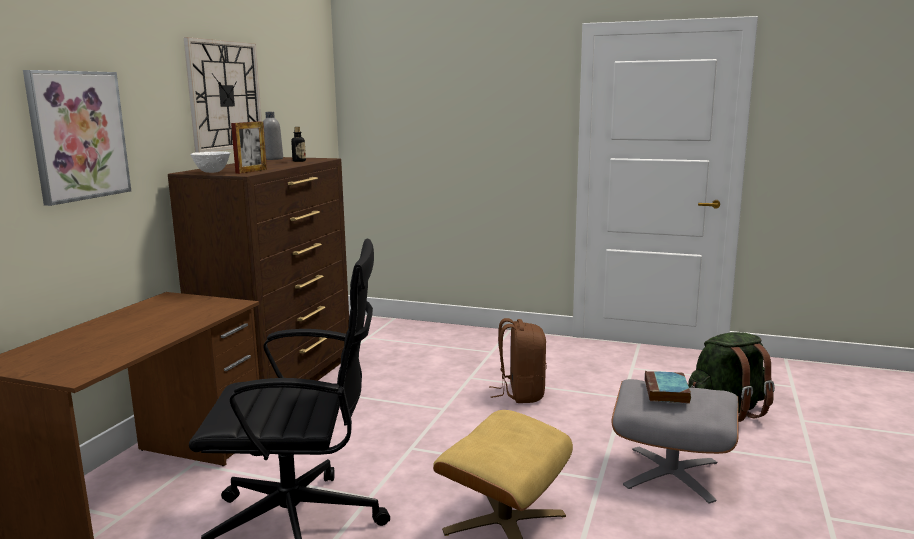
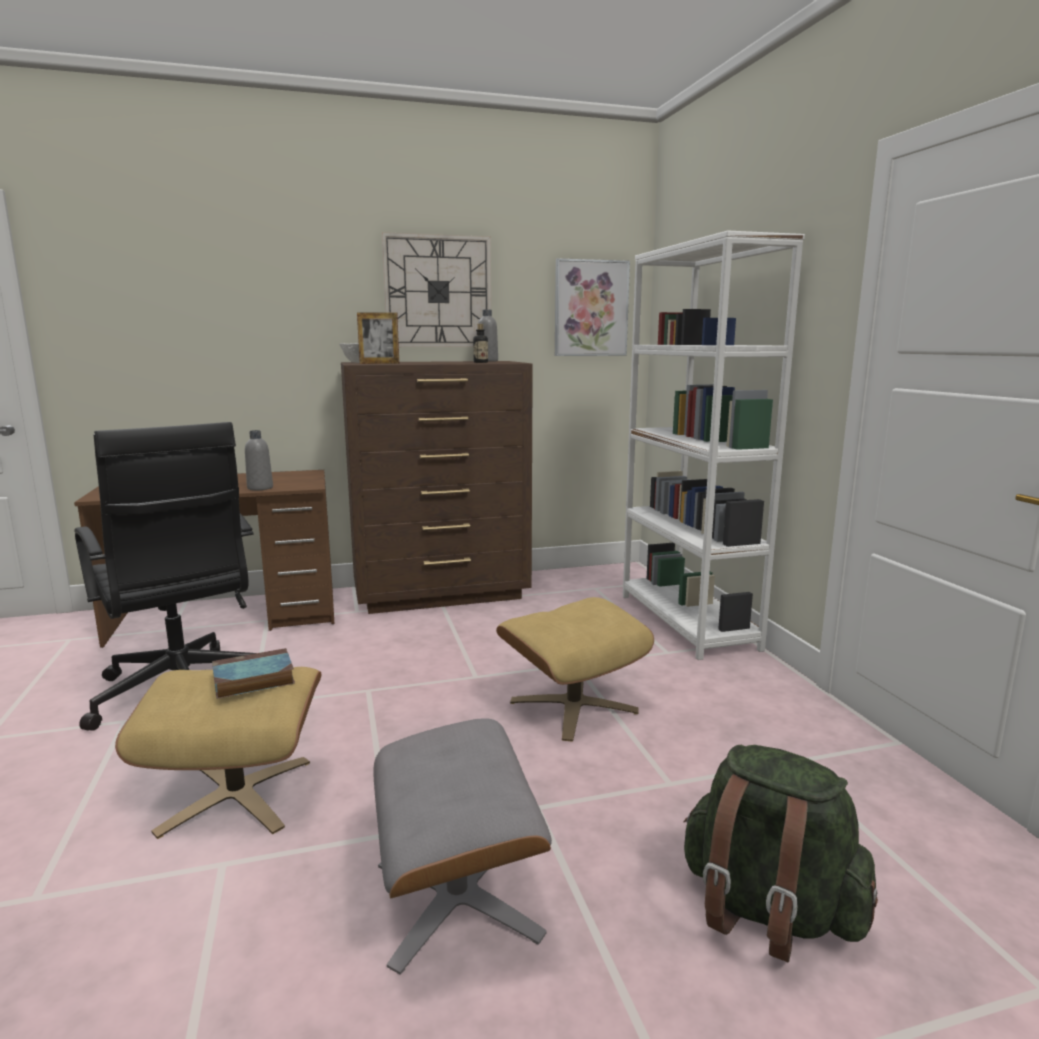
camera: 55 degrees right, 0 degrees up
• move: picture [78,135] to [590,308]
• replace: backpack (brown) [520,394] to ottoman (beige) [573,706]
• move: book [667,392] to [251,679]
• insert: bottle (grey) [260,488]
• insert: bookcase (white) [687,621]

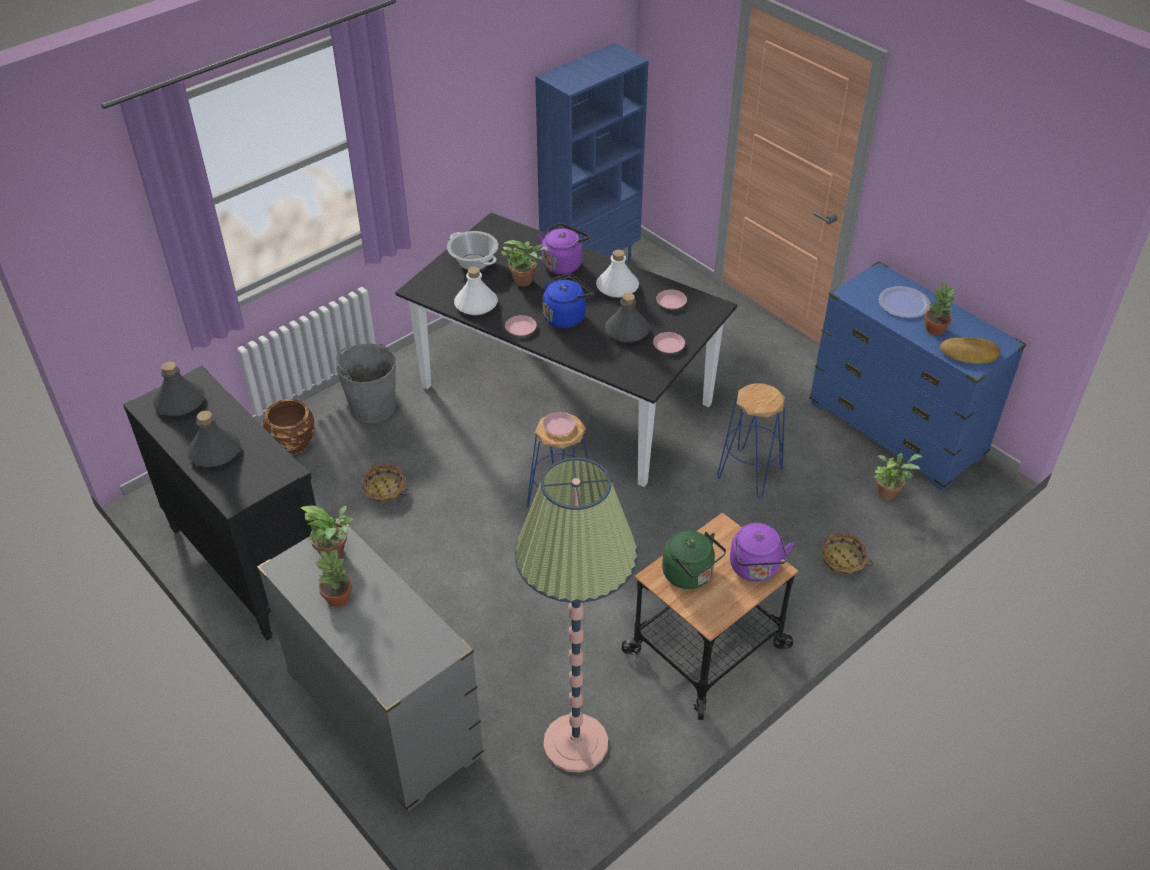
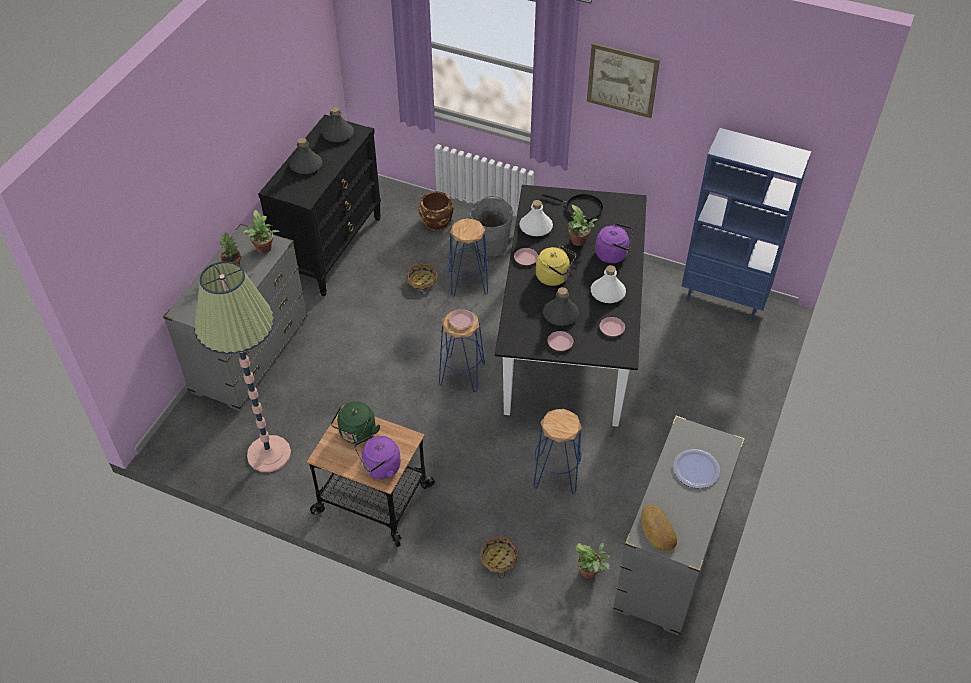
camera: 65 degrees right, 5 degrees up
• replace: cooking pot [474,262] to frying pan (black) [581,208]
• recolor: kettle (blue) [566,316] to kettle (yellow) [554,277]
• recolor: dresser (blue) [896,430] to dresser (grey) [668,560]
• delete: potted plant [935,329]
• insert: stool (blue) [468,282]
• insert: picture [622,80]

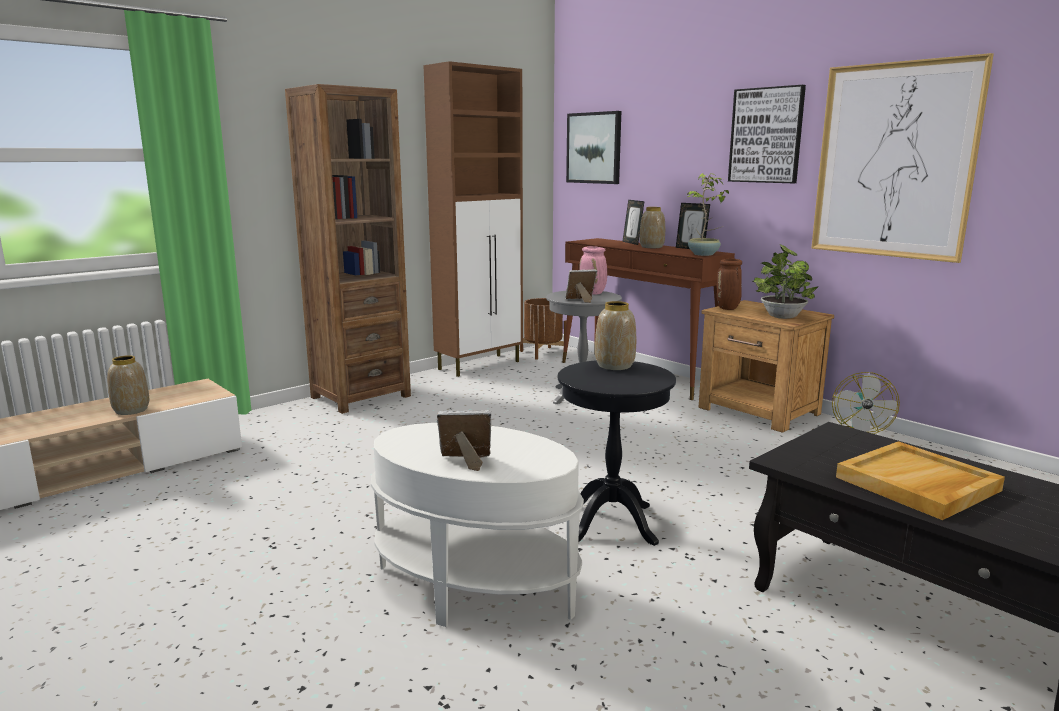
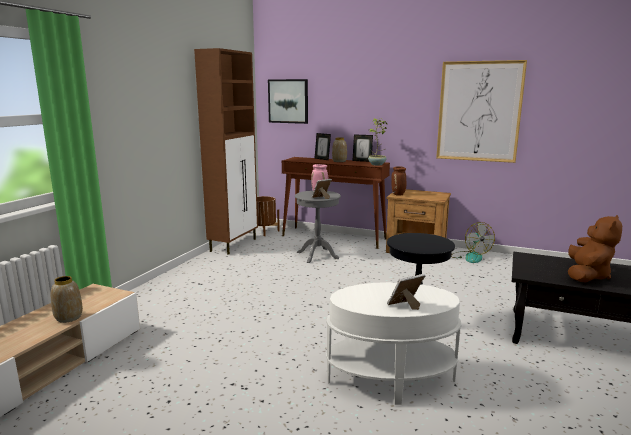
camera: 25 degrees left, 0 degrees up
• delete: bookcase (brown) [360,396]
• delete: vase [614,366]
• delete: picture [766,135]
• delete: potted plant [781,316]
• replace: tray (beige) [917,484] to plush toy (brown) [587,276]

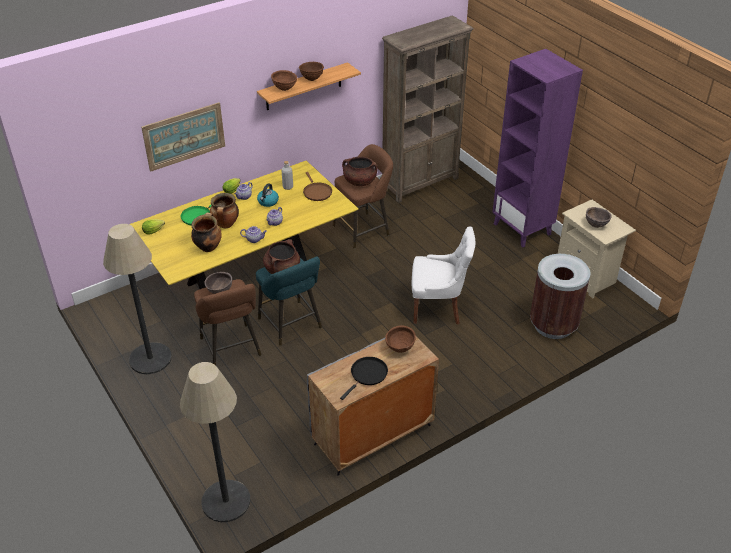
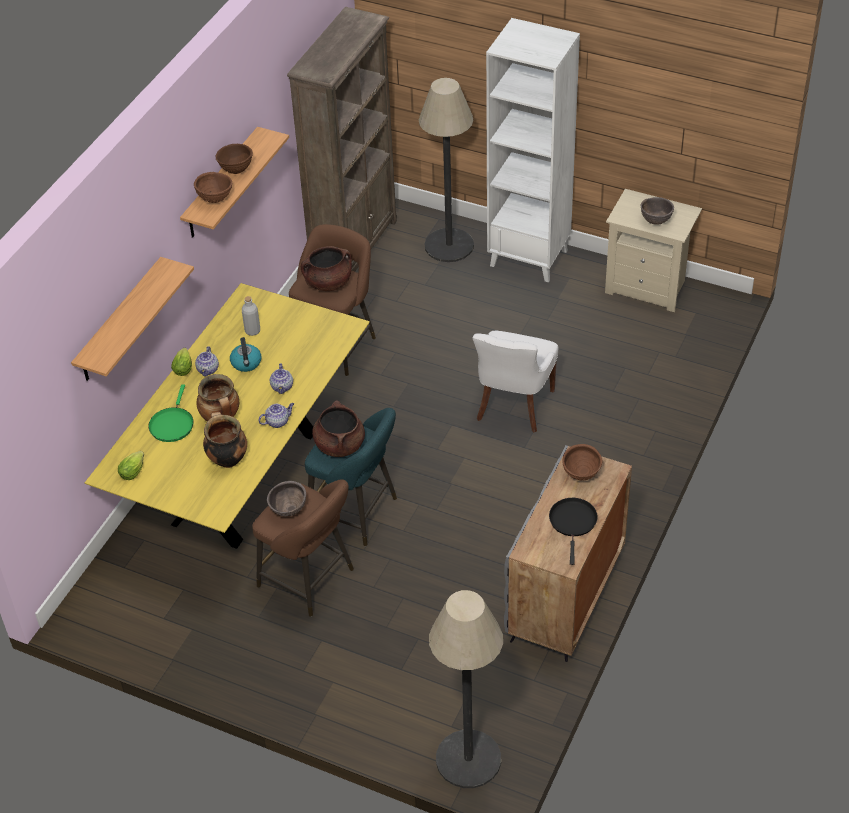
camera: 30 degrees left, 5 degrees up
• move: floor lamp [150,358] to [449,245]
• replace: picture [184,136] to shelf [120,321]
• delete: frying pan (brown) [316,192]
• rotate: chair (white) [438,308] = [513,406] 135 degrees clockwise
• recolor: bookcase (purple) [522,229] to bookcase (white) [529,258]
• delete: trash can (brown) [553,325]

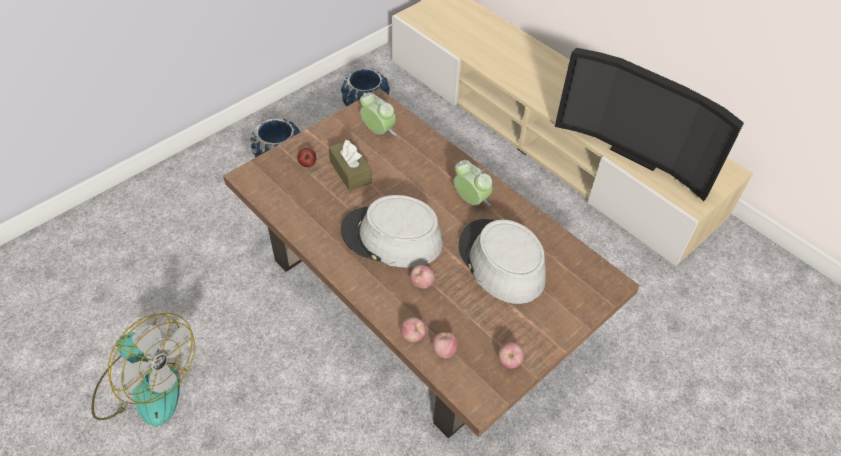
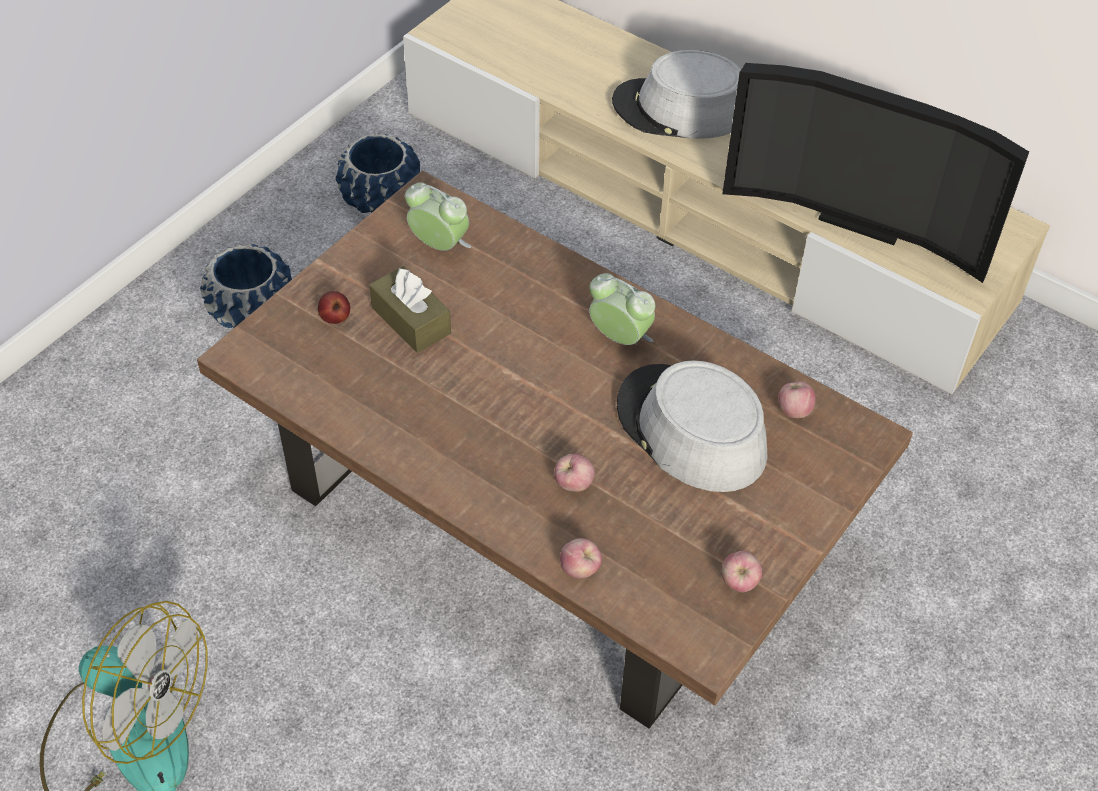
camera: 10 degrees left, 0 degrees up
• move: hat (grey) [391,238] to [679,109]
• move: apple [444,351] to [793,410]

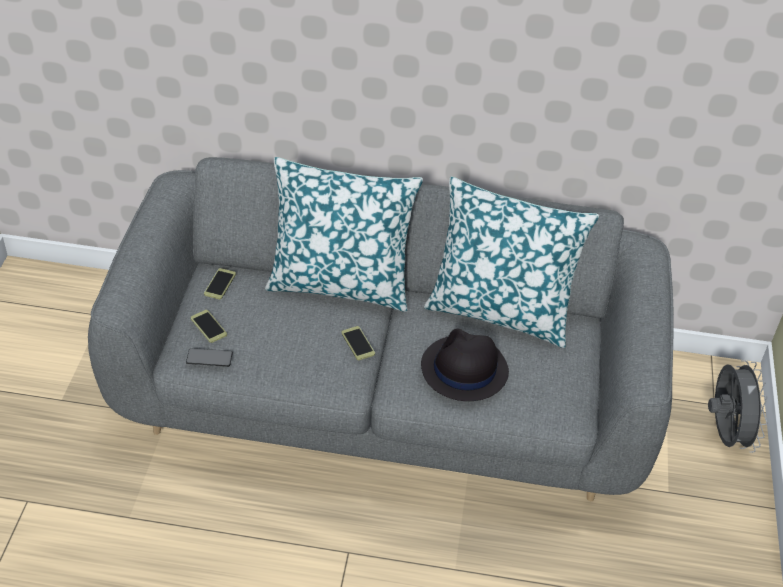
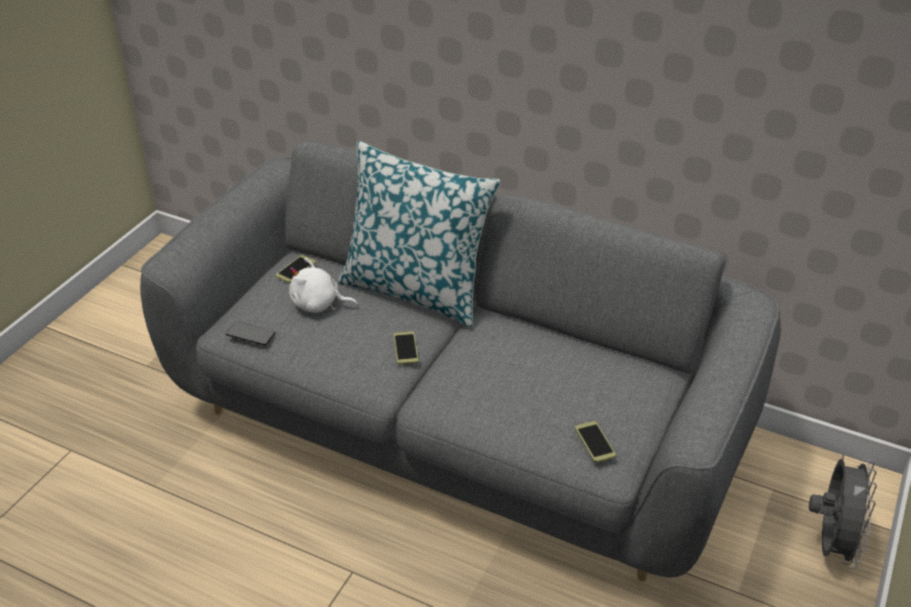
camera: 20 degrees right, 5 degrees down
• move: phone [208,327] to [594,442]
• delete: hat (black) [463,369]
• delete: pillow [500,311]
• insert: plush toy (white) [319,304]

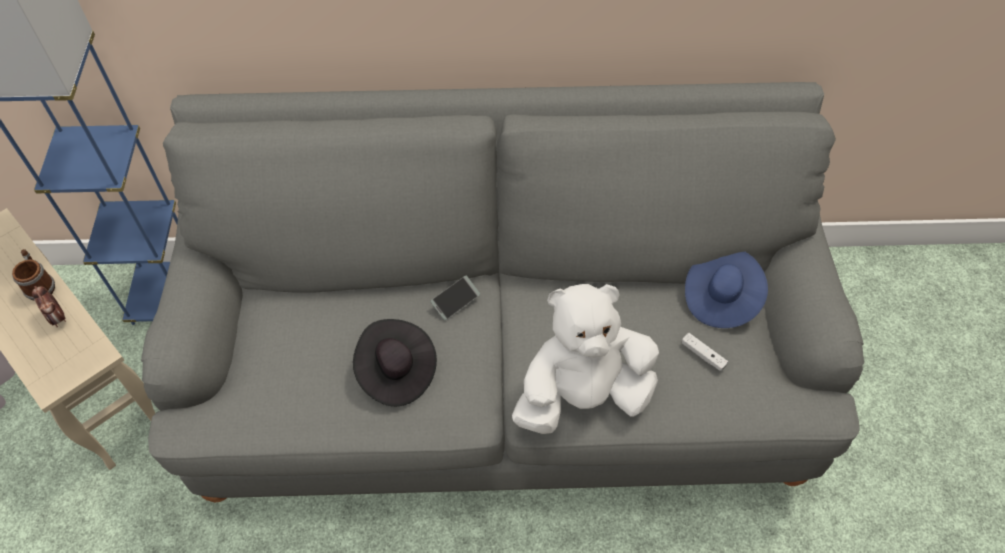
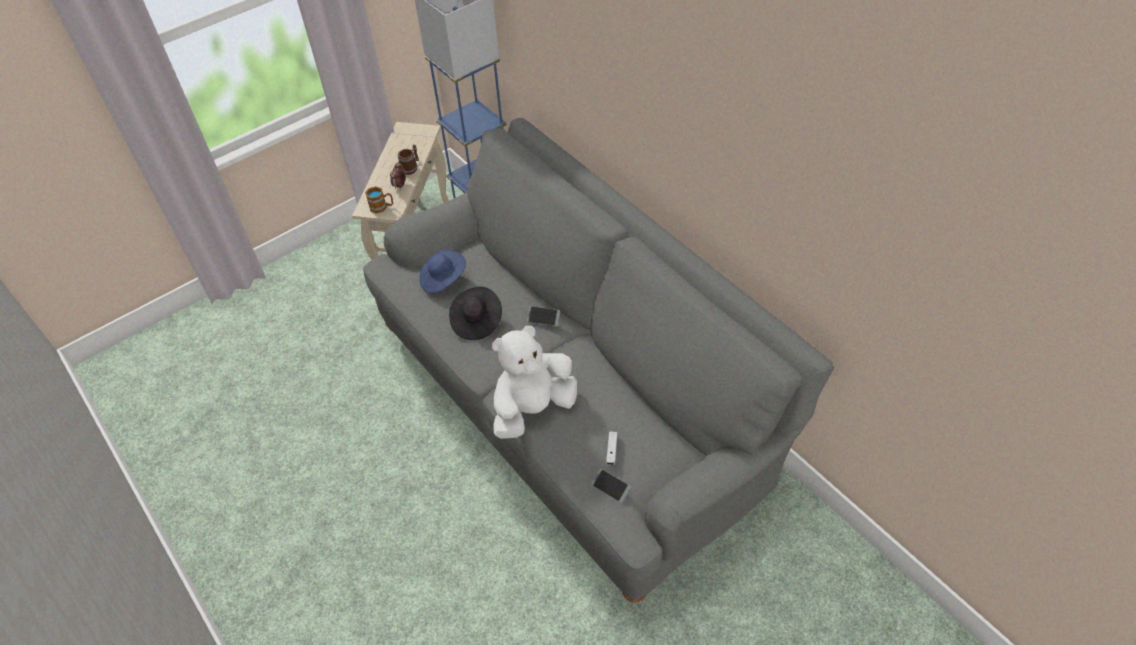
camera: 55 degrees right, 5 degrees down
• rotate: plush toy (white) [582,395] = [533,408] 75 degrees counterclockwise
• move: hat (blue) [720,298] to [443,279]
• insert: mug [382,207]
• insert: phone [610,487]

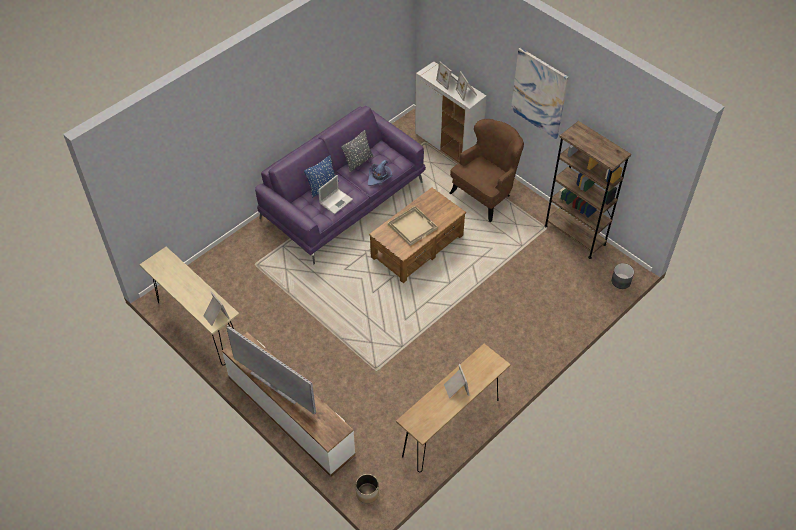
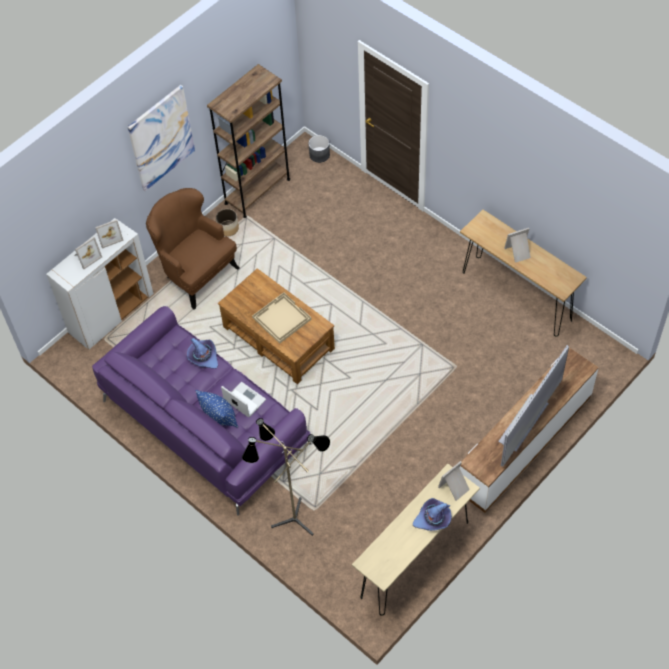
camera: 90 degrees left, 5 degrees up
• delete: pillow (grey) [358,162]
• move: planter [367,493] to [228,228]
• insert: floor lamp [292,516]
• insert: hat (purple) [433,519]

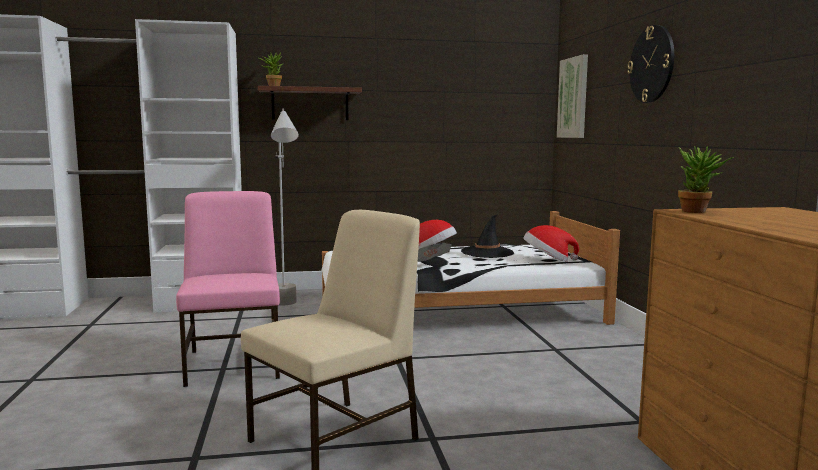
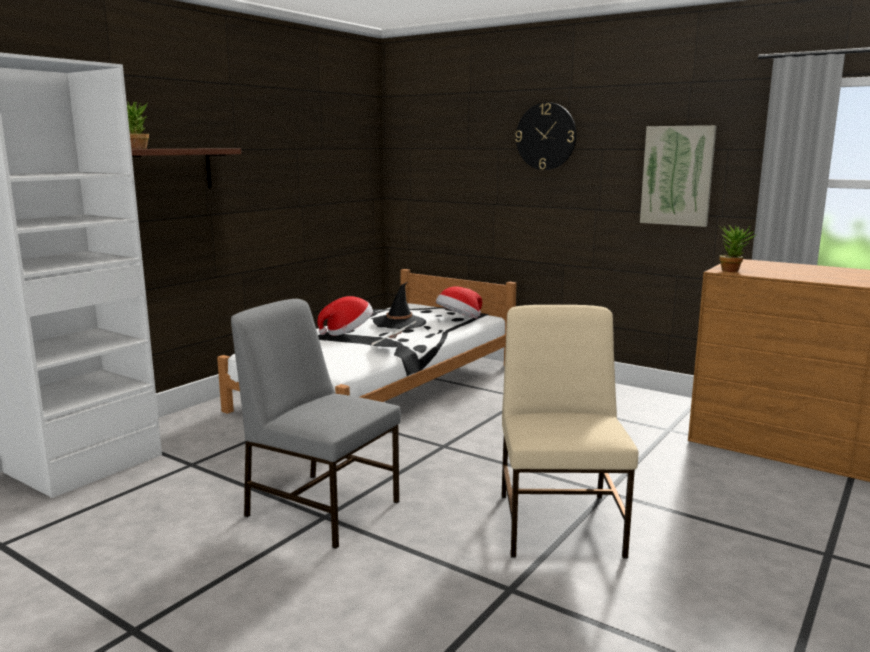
camera: 45 degrees left, 5 degrees up
• recolor: chair (pink) [235,363] to chair (grey) [321,507]
• delete: floor lamp (grey) [286,307]
• move: picture [573,98] to [677,175]

